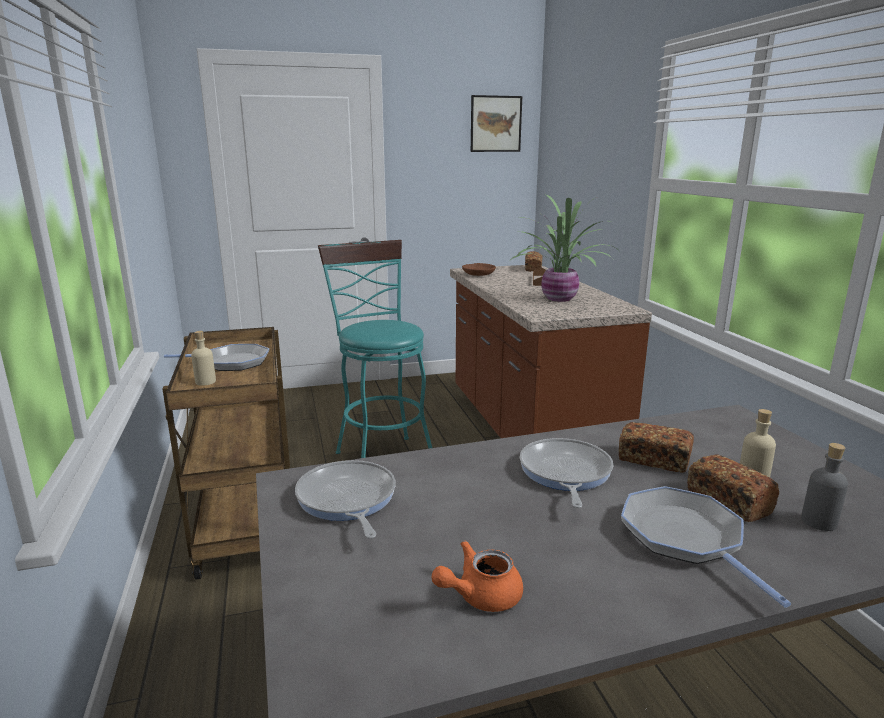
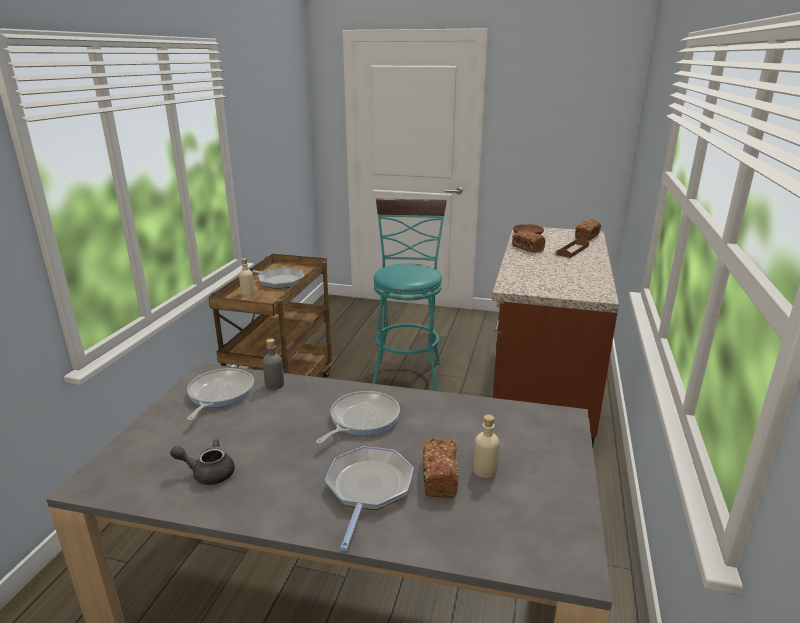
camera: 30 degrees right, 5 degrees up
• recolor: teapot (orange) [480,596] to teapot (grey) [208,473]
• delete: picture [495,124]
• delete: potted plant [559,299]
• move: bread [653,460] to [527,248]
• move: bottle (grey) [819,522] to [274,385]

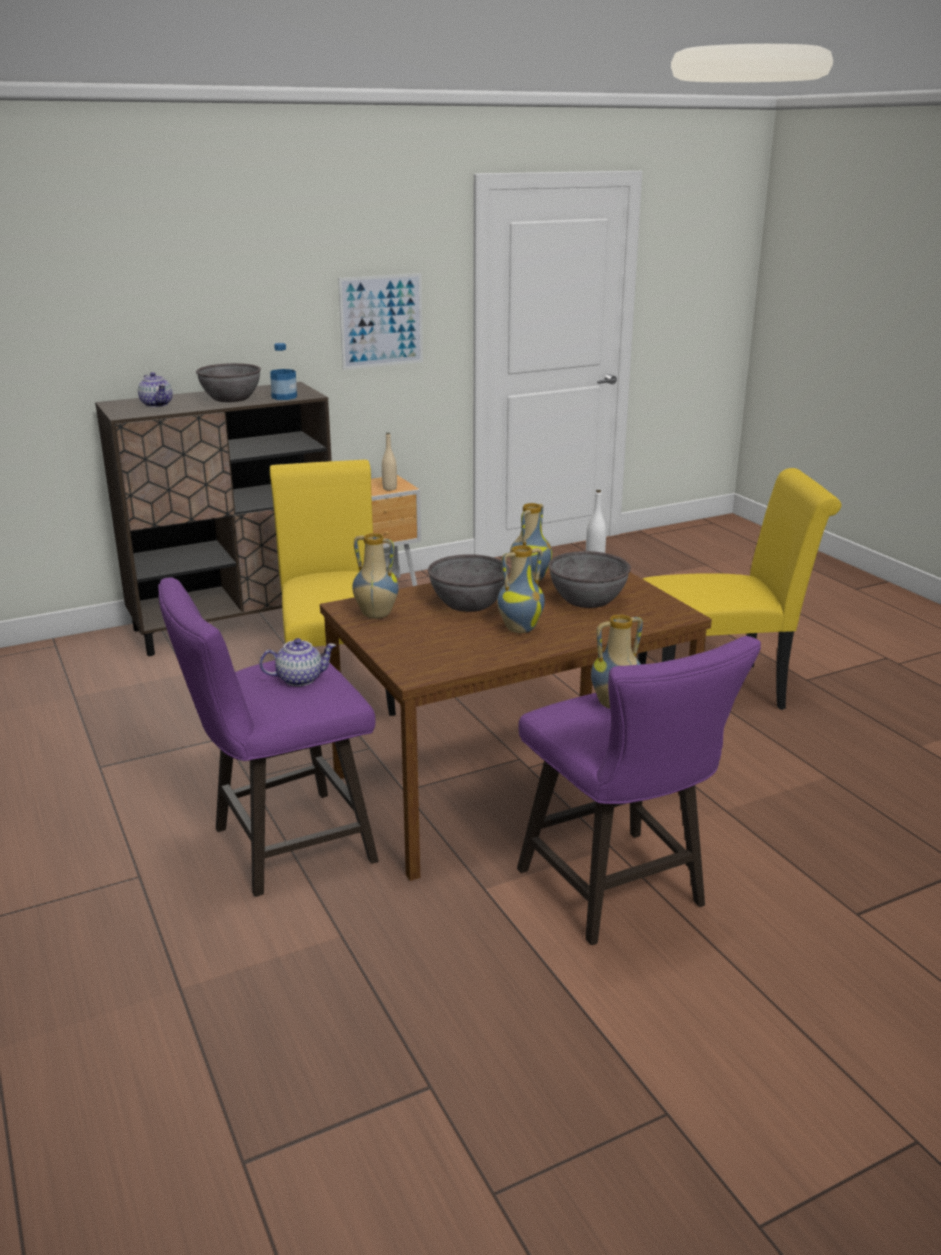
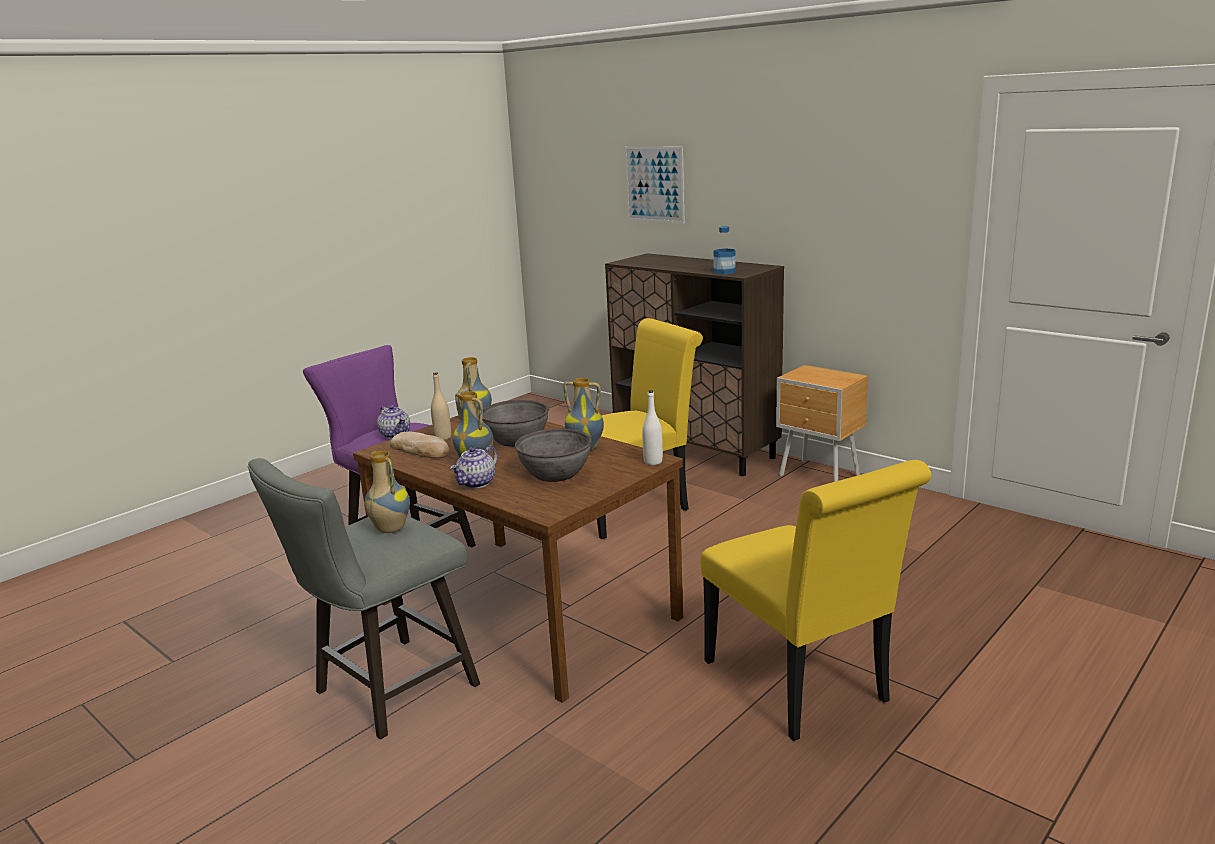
camera: 70 degrees right, 5 degrees down
• move: teapot [157,404] to [477,483]
• delete: bowl (grey) [231,398]
• move: picture [381,321] to [654,184]
• move: bottle (beige) [389,488] to [443,437]
• recolor: stool (purple) [619,894] to stool (grey) [386,693]
• insert: bread [421,450]

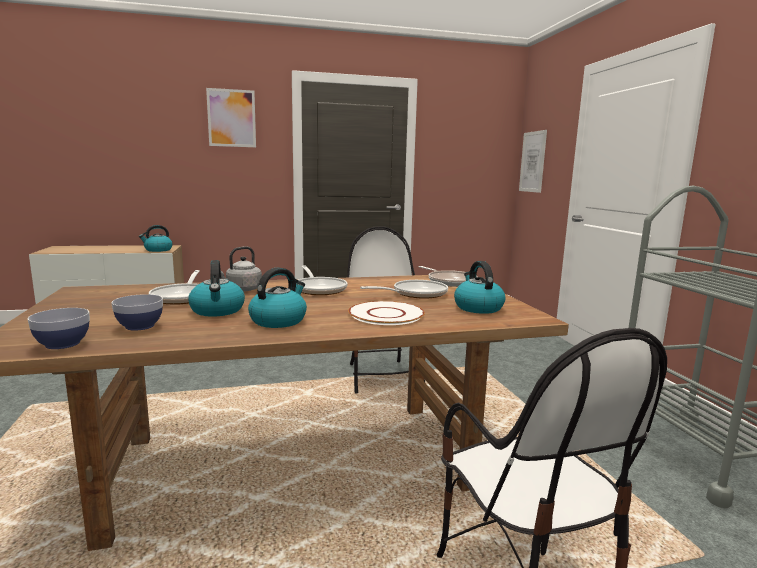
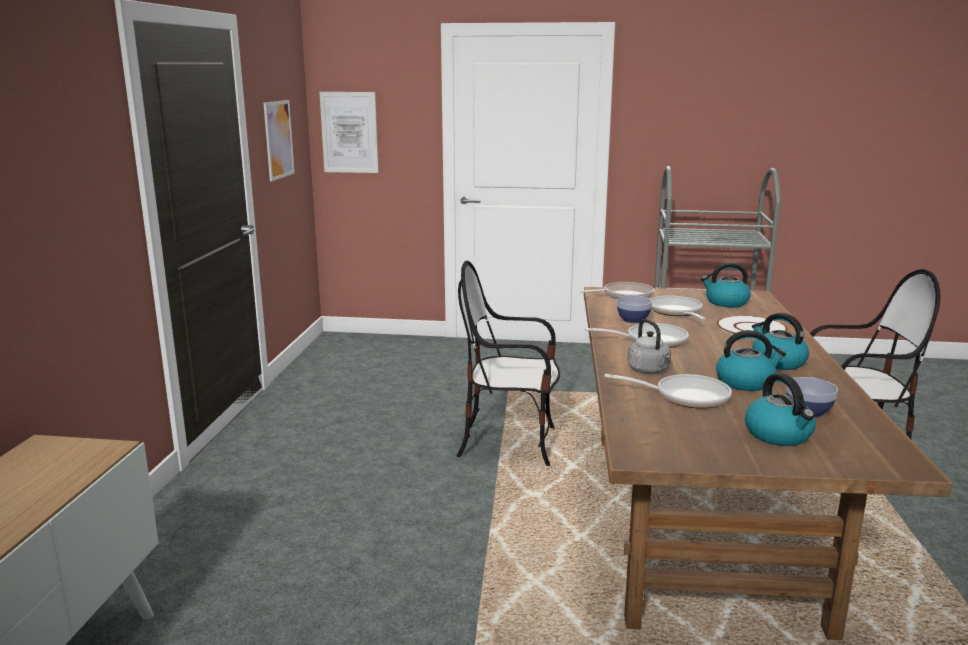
camera: 70 degrees left, 5 degrees up
• move: bowl [62,344] to [633,320]
• move: kettle [158,250] to [779,435]
• move: picture [231,118] to [278,139]

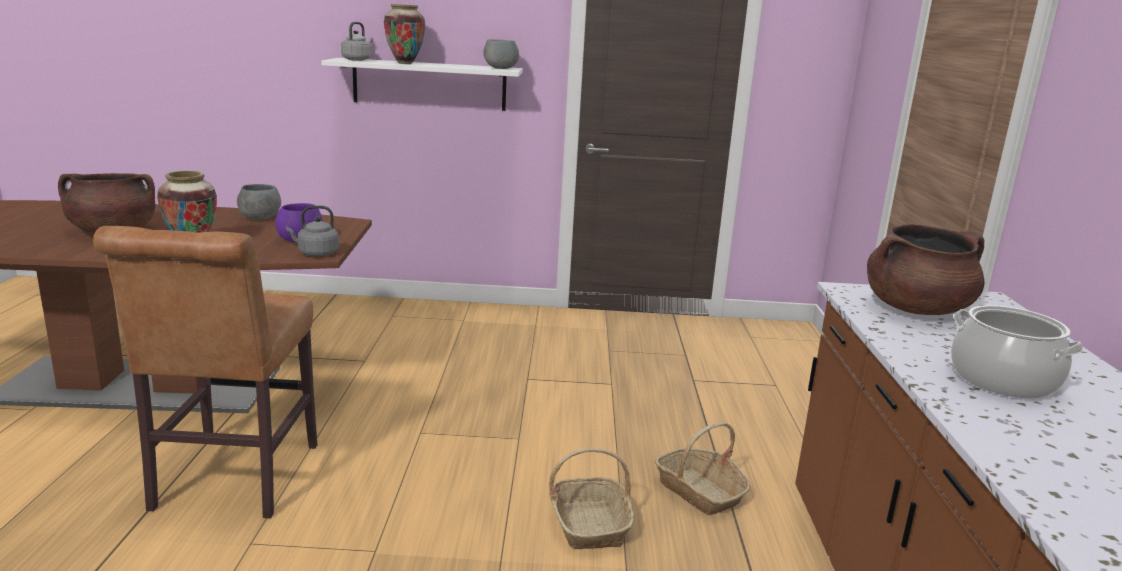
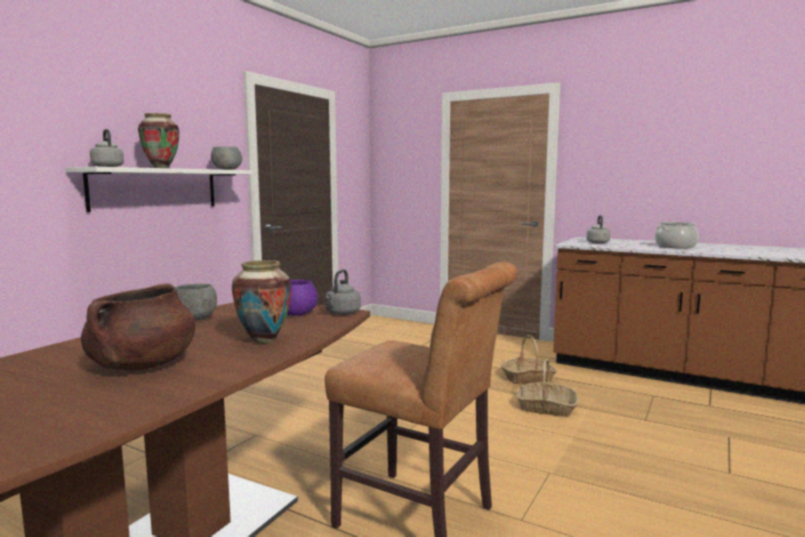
camera: 60 degrees left, 10 degrees down
• replace: cooking pot (brown) [916,309] to kettle (grey) [597,242]

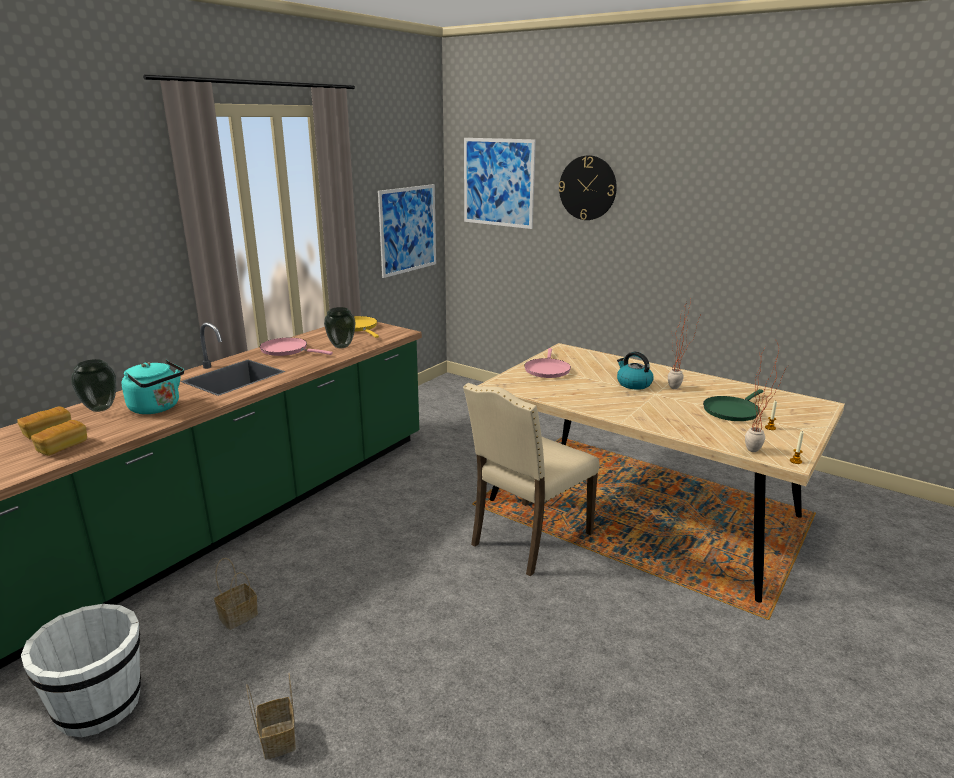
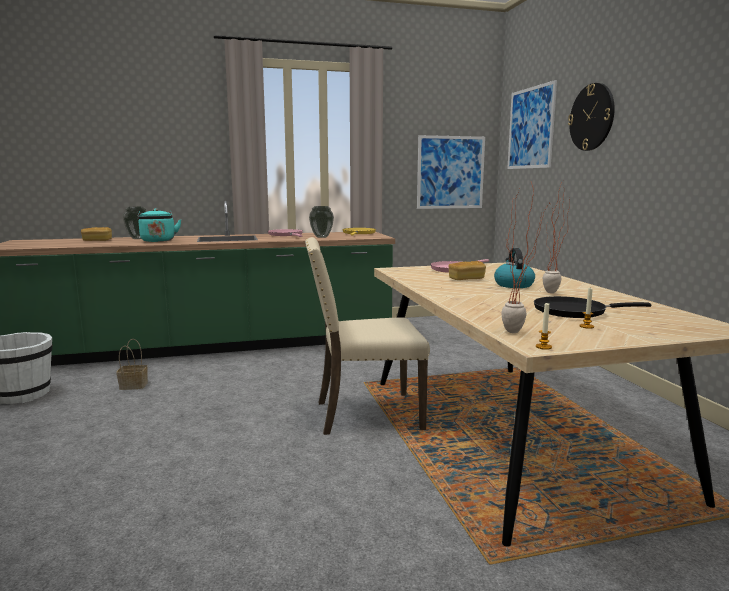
camera: 40 degrees right, 10 degrees down
• move: bread [62,447] to [466,279]
• delete: basket [277,738]
• recolor: frying pan (green) [732,411] to frying pan (black) [574,311]

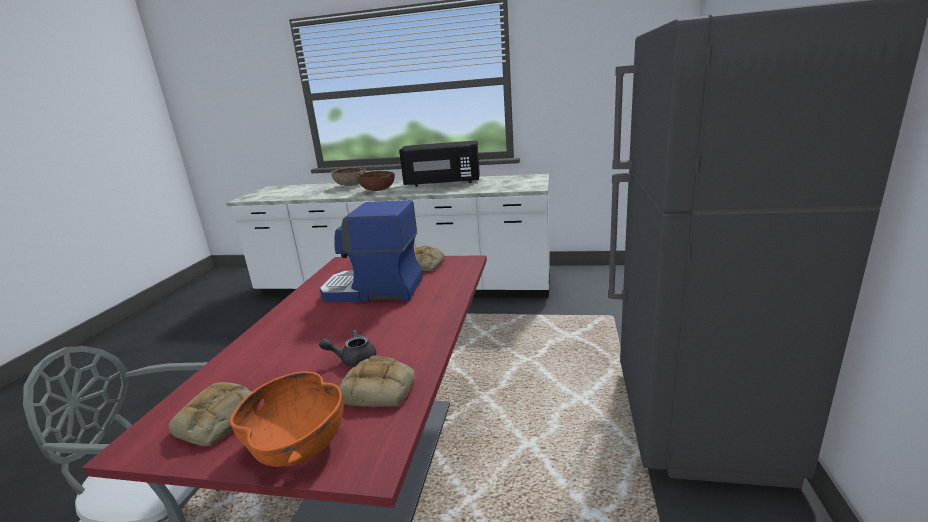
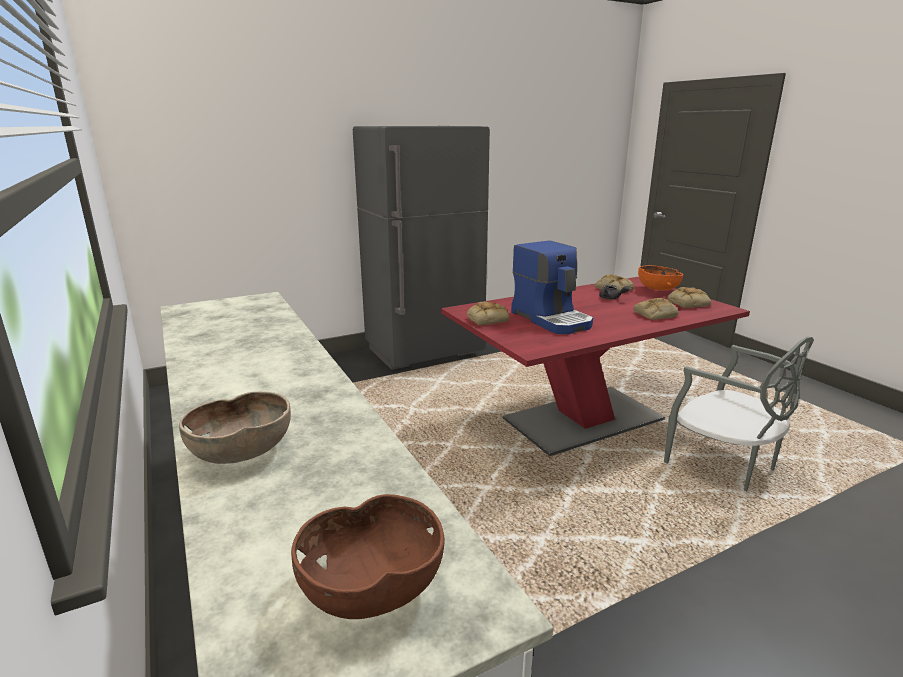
camera: 130 degrees left, 0 degrees up
• move: bowl (brown) [377,190] to [372,589]
• delete: microwave (black) [442,183]
• insert: bread [655,314]

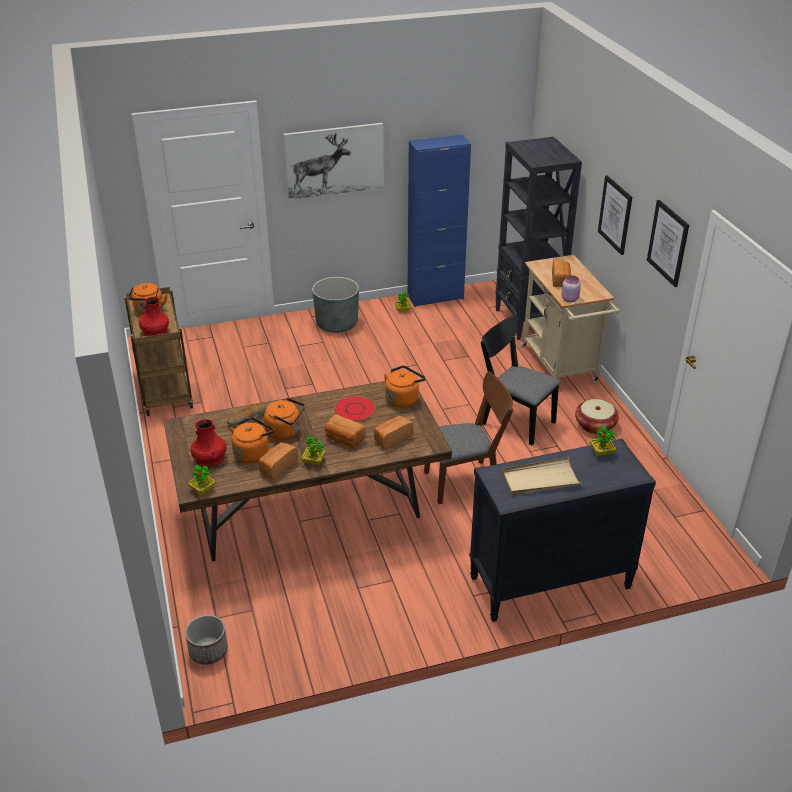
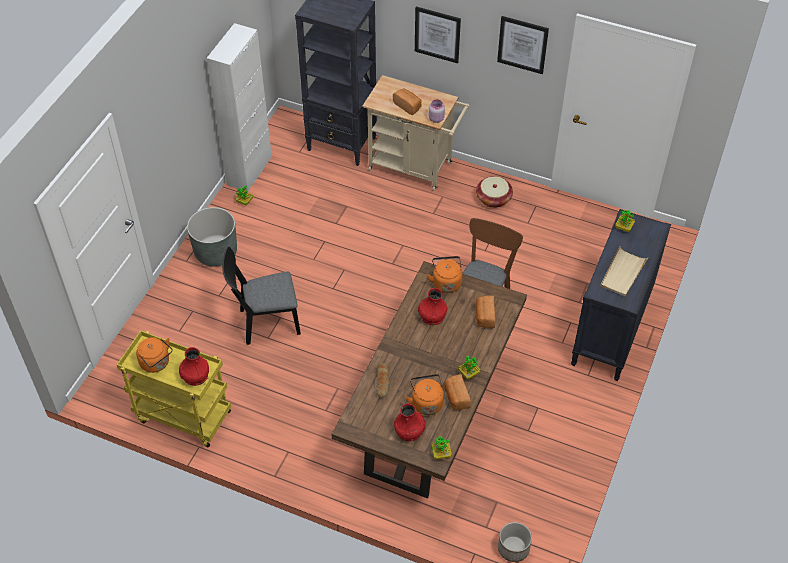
camera: 50 degrees left, 15 degrees up
• recolor: cart (brown) [164,389] to cart (yellow) [182,416]
• delete: kettle (orange) [285,432]
• delete: picture [334,161]
• delete: bread [344,439]
• replace: plate (red) [354,410] to vase (red) [432,316]
• recolor: cabinet (blue) [435,297] to cabinet (white) [249,171]
• move: chair (black) [514,420] to [264,323]

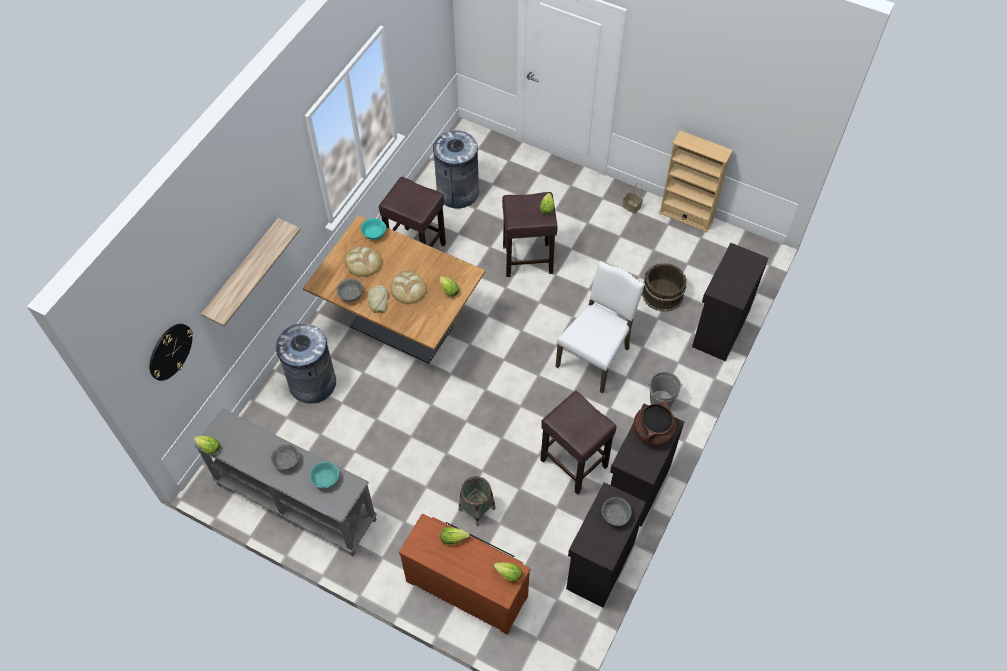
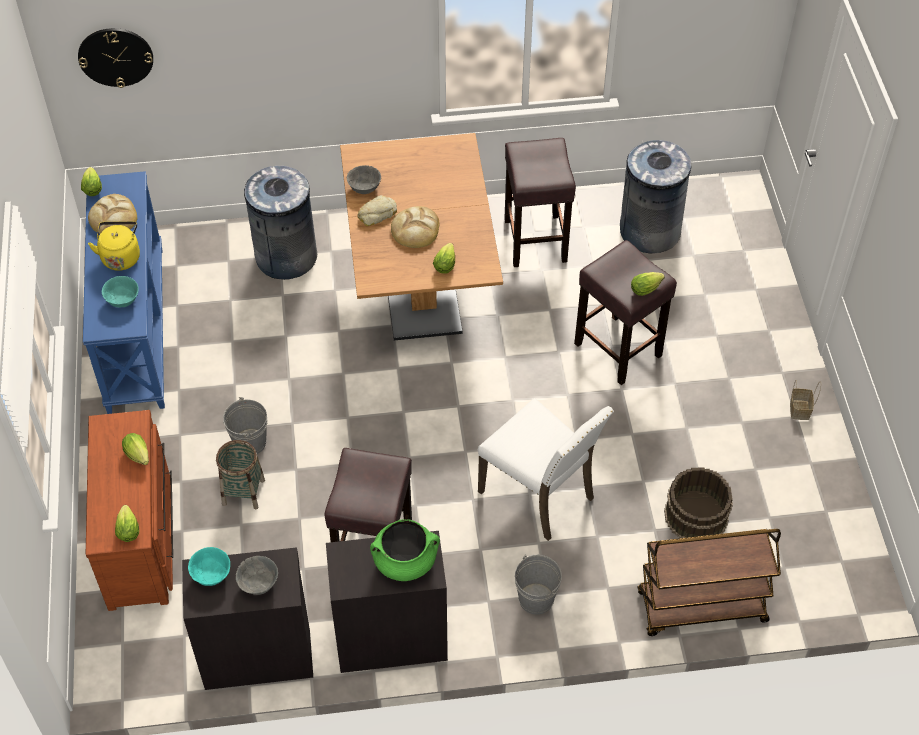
camera: 55 degrees right, 5 degrees down
• recolor: console table (grey) [295,502] to console table (blue) [134,328]
• delete: shelf [243,273]
• replace: bowl (grey) [286,461] to kettle (yellow) [121,256]
• move: bread [363,262] to [113,218]
• move: bowl (turquoise) [374,234] to [212,574]
• rotate: chair (white) [595,357] = [539,494] 45 degrees clockwise
• recolor: cooking pot (brown) [653,431] to cooking pot (green) [405,561]
• delete: bookcase (beige) [686,216]
• replace: cabinet (black) [719,329] to cart (brown) [701,608]
• insert: bucket (grey) [250,442]

